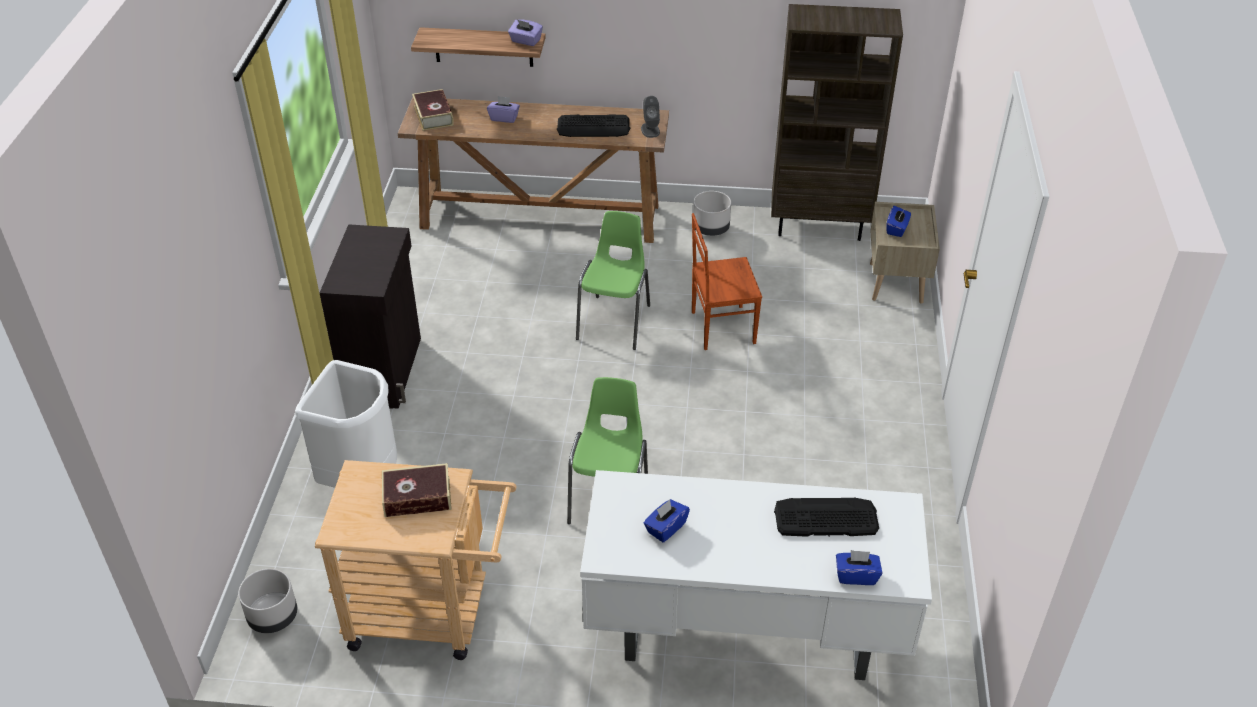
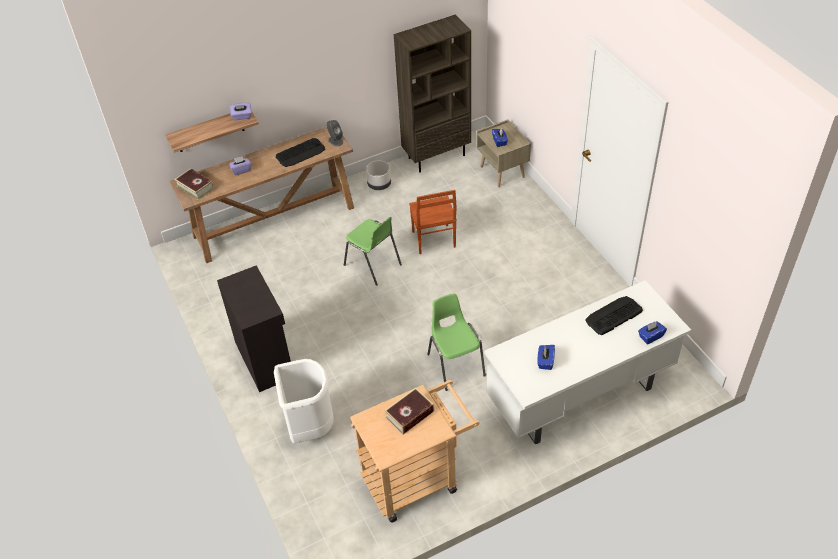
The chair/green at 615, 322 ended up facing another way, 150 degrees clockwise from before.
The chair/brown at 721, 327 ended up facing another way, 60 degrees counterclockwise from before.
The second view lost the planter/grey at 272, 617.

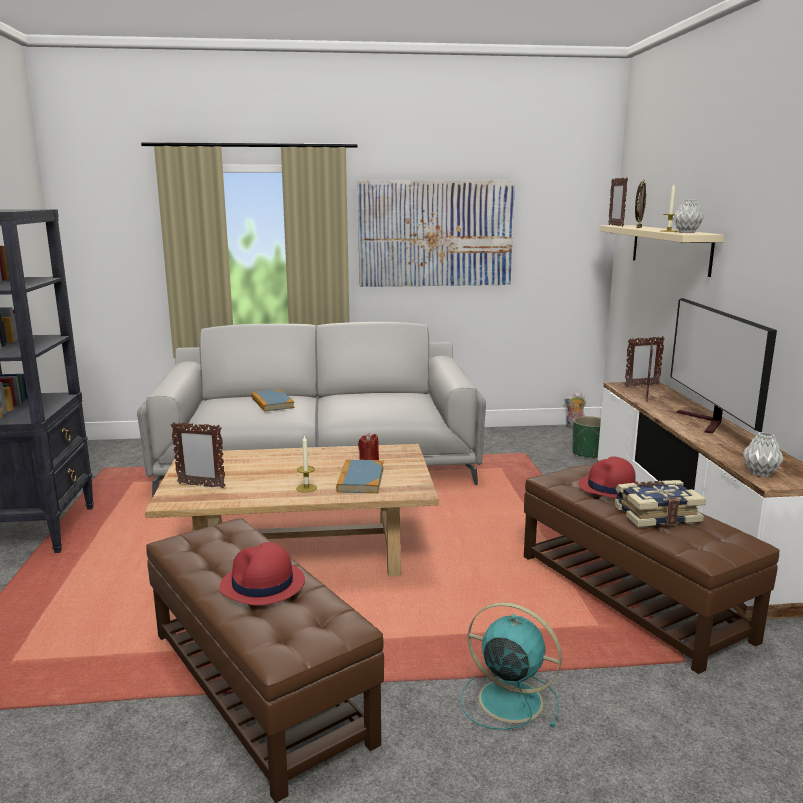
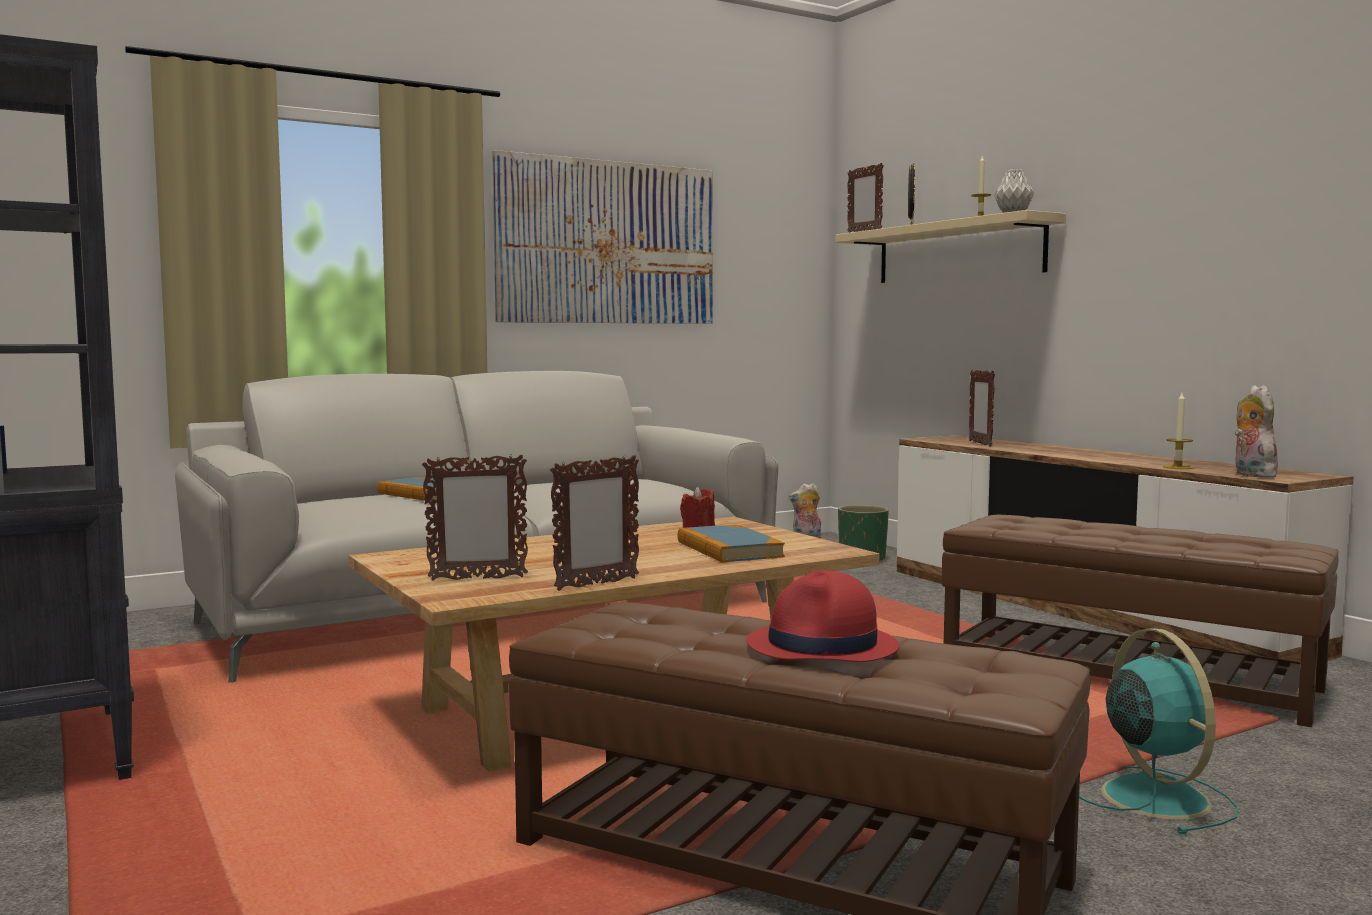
The second view lost the television at 707, 423.
The picture frame ended up elsewhere, having gone from 641, 385 to 596, 584.
Where the vase/grey stood at 760, 473, the plush toy came to stand at 1250, 475.
The candle ended up elsewhere, having gone from 306, 488 to 1178, 467.
The second view lost the hat/red at 611, 488.
The second view lost the book at 656, 514.
The fan/turquoise at 507, 699 ended up facing another way, 75 degrees clockwise from before.

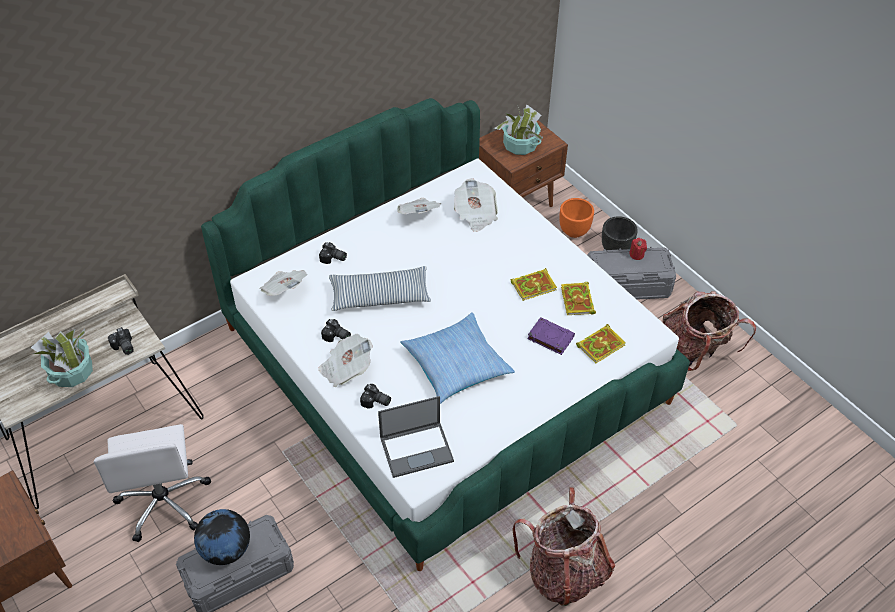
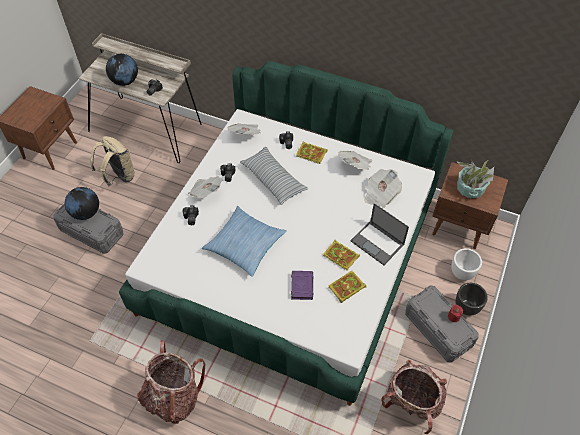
What was the planter/orange at 574, 231 turned into the planter/white at 462, 273.
The book ended up elsewhere, having gone from 601, 345 to 312, 154.
Where the potted plant stood at 72, 372, the globe came to stand at 125, 81.
The laptop ended up elsewhere, having gone from 417, 449 to 378, 243.
Where the office chair/white stood at 164, 501, the backpack/beige came to stand at 118, 177.

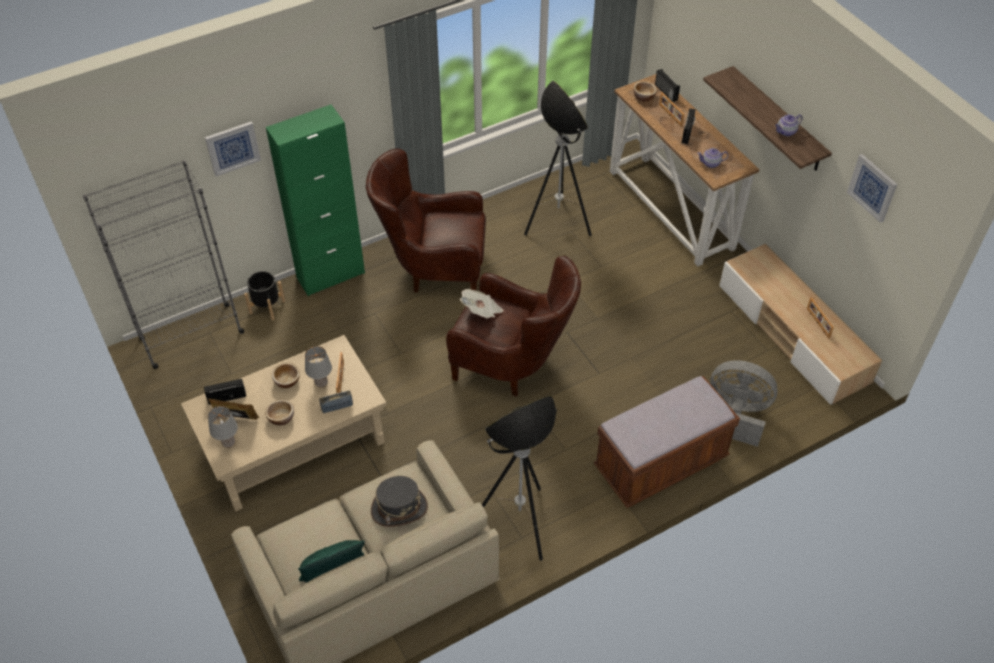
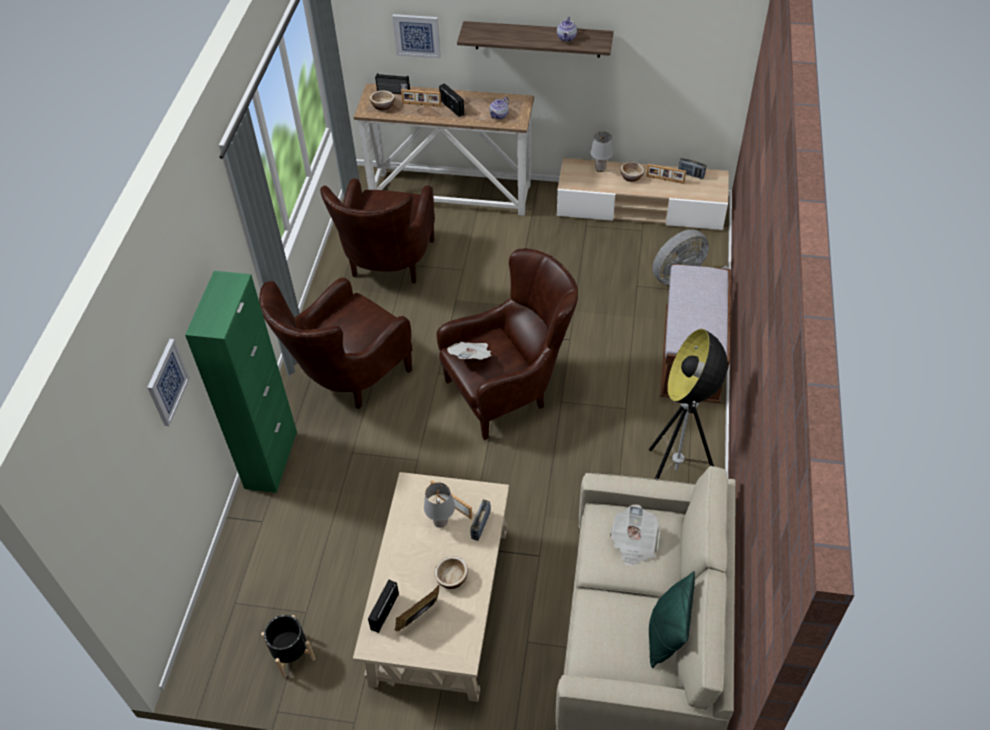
Where the floor lamp stood at 557, 223, the armchair/brown came to stand at 387, 268.
The picture ended up elsewhere, having gone from 872, 187 to 417, 35.
The second view lost the bookcase/grey at 191, 336.
The planter/black ended up elsewhere, having gone from 267, 307 to 292, 654.
The bowl ended up elsewhere, having gone from 287, 381 to 631, 177.
The table lamp/grey ended up elsewhere, having gone from 229, 443 to 600, 169.
Where the hat/grey stood at 399, 509, the newspaper came to stand at 634, 543.
The second view gained the radio at 691, 174.

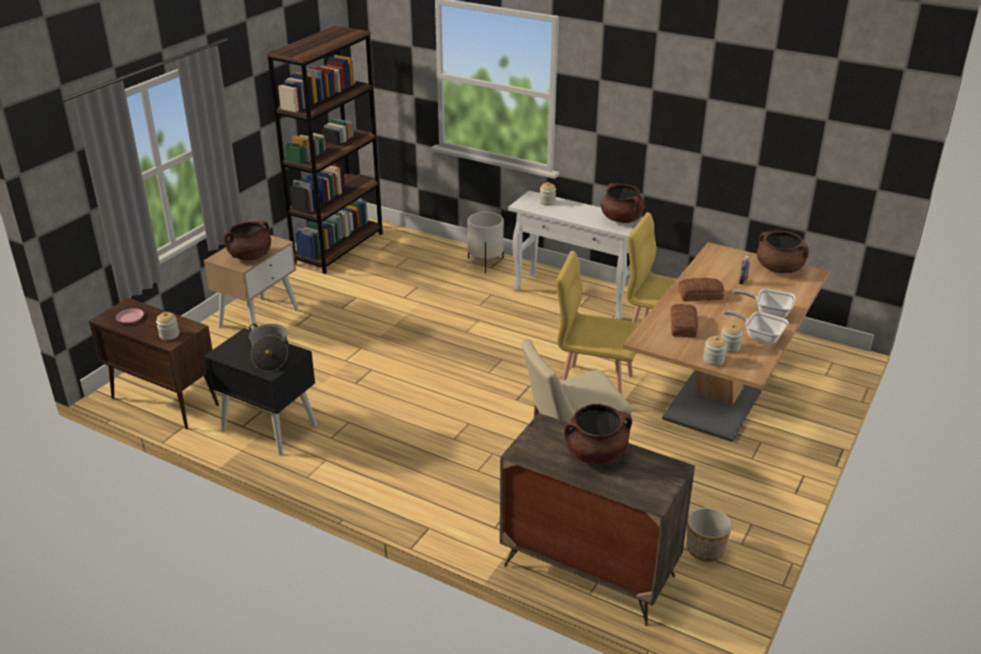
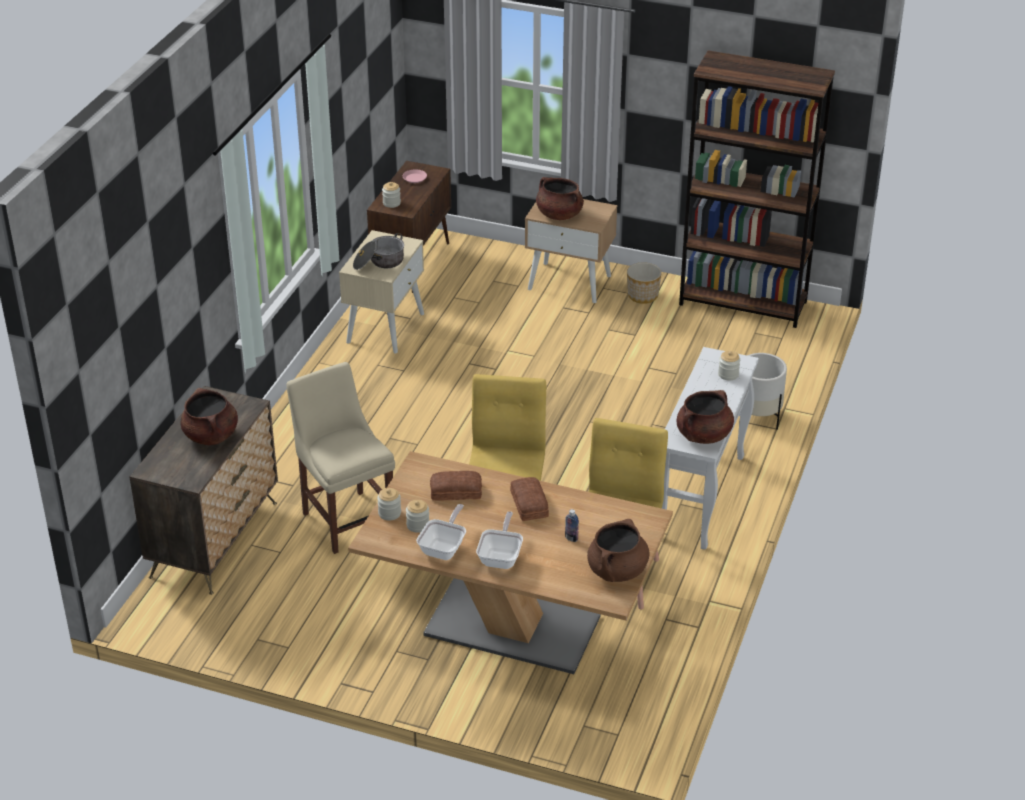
What was the nightstand/black at 268, 427 turned into the nightstand/beige at 385, 327.
The planter ended up elsewhere, having gone from 705, 549 to 642, 296.

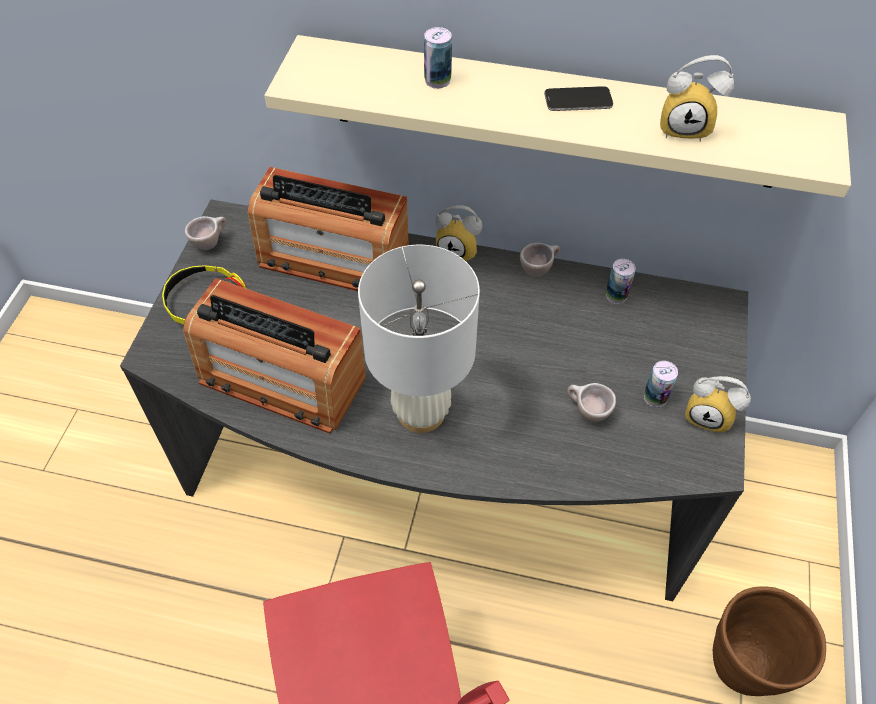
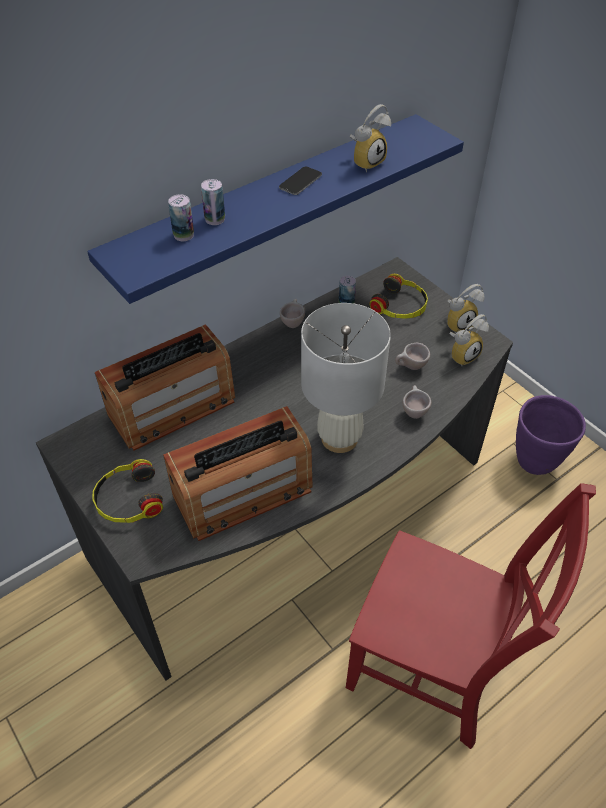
What was the shelf/beige at 554, 113 turned into the shelf/blue at 270, 206.
The alarm clock ended up elsewhere, having gone from 459, 250 to 462, 354.
The cup/beige ended up elsewhere, having gone from 210, 242 to 413, 411.
The can ended up elsewhere, having gone from 655, 397 to 183, 235.
What was the planter/brown at 743, 667 turned into the planter/purple at 536, 461.
The second view gained the headphones at 400, 306.

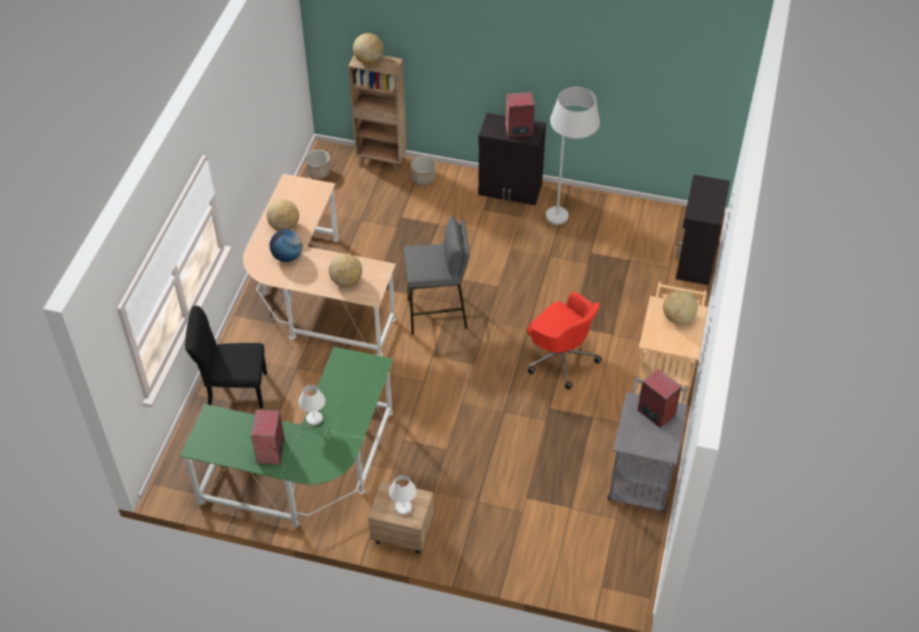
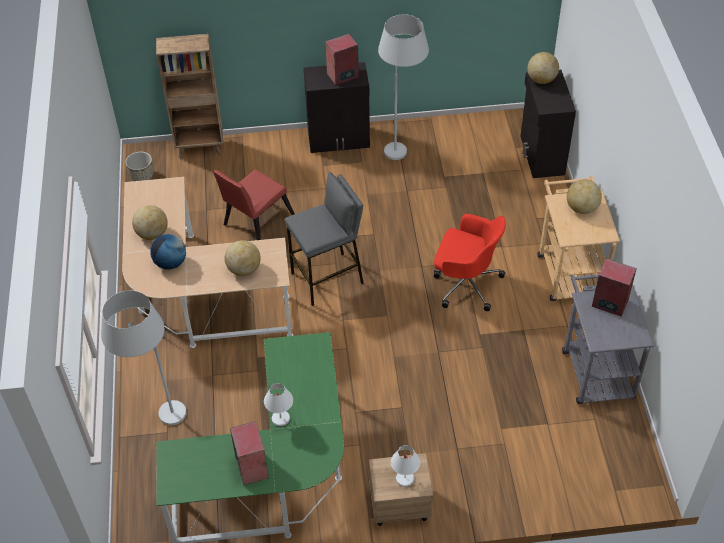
The globe ended up elsewhere, having gone from 369, 60 to 541, 80.
The second view lost the planter at 423, 180.
Where the chair/black stood at 234, 390, the floor lamp/white came to stand at 157, 418.
The second view gained the chair/red at 255, 222.

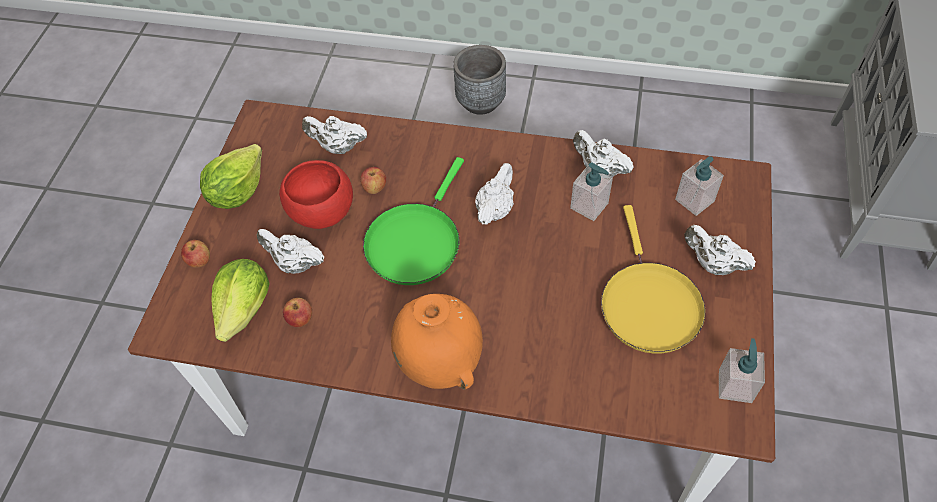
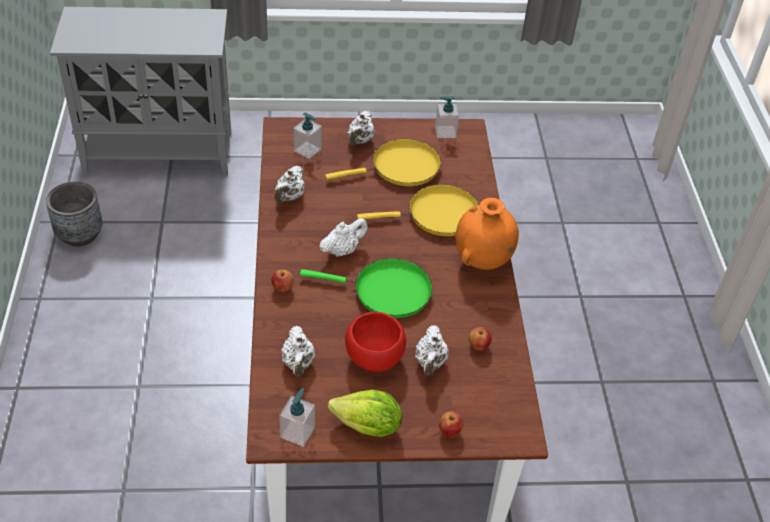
The planter/grey ended up elsewhere, having gone from 480, 102 to 80, 235.
The soap dispenser ended up elsewhere, having gone from 589, 206 to 297, 432.
The teapot/white at 495, 210 ended up facing another way, 135 degrees clockwise from before.
The apple ended up elsewhere, having gone from 374, 188 to 282, 288.
The second view lost the lettuce at 246, 309.
The second view gained the frying pan/yellow at 438, 215.

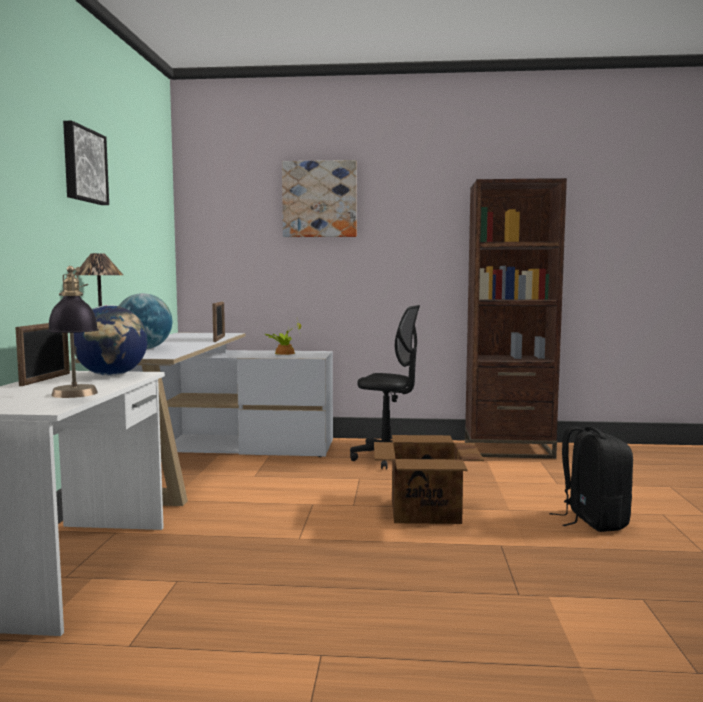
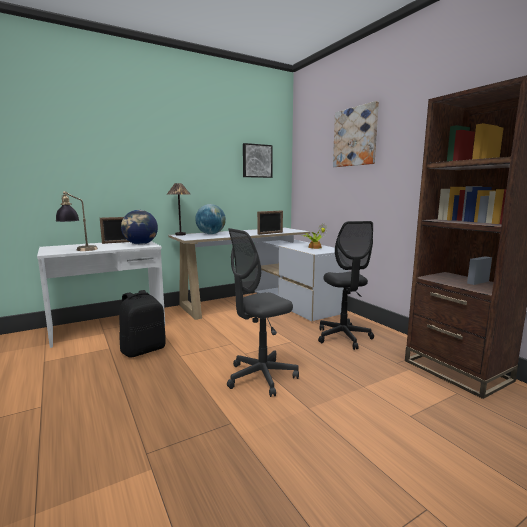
The picture ended up elsewhere, having gone from 83, 165 to 257, 161.
The backpack/black ended up elsewhere, having gone from 592, 521 to 143, 350.
Where the cardboard box stood at 424, 511, the office chair/grey came to stand at 261, 377.

